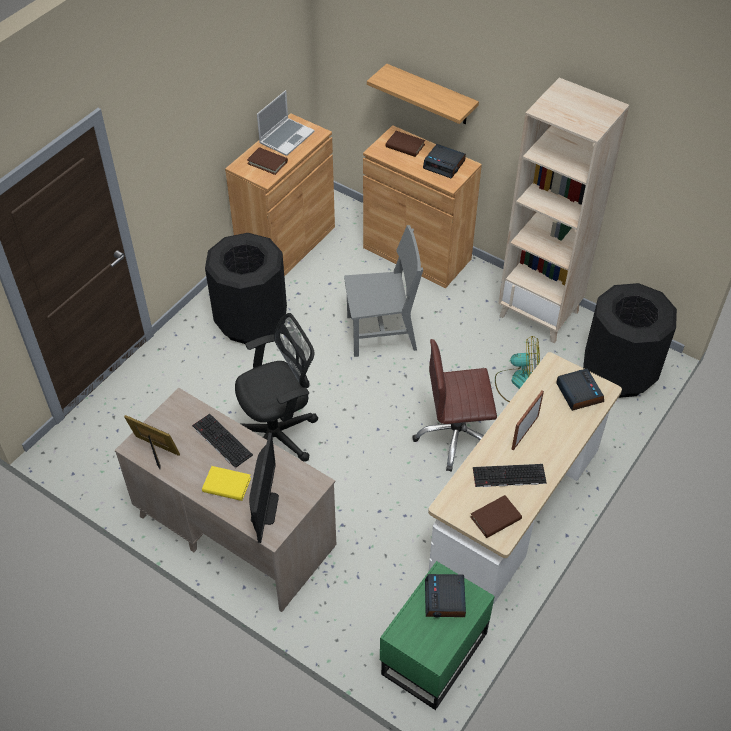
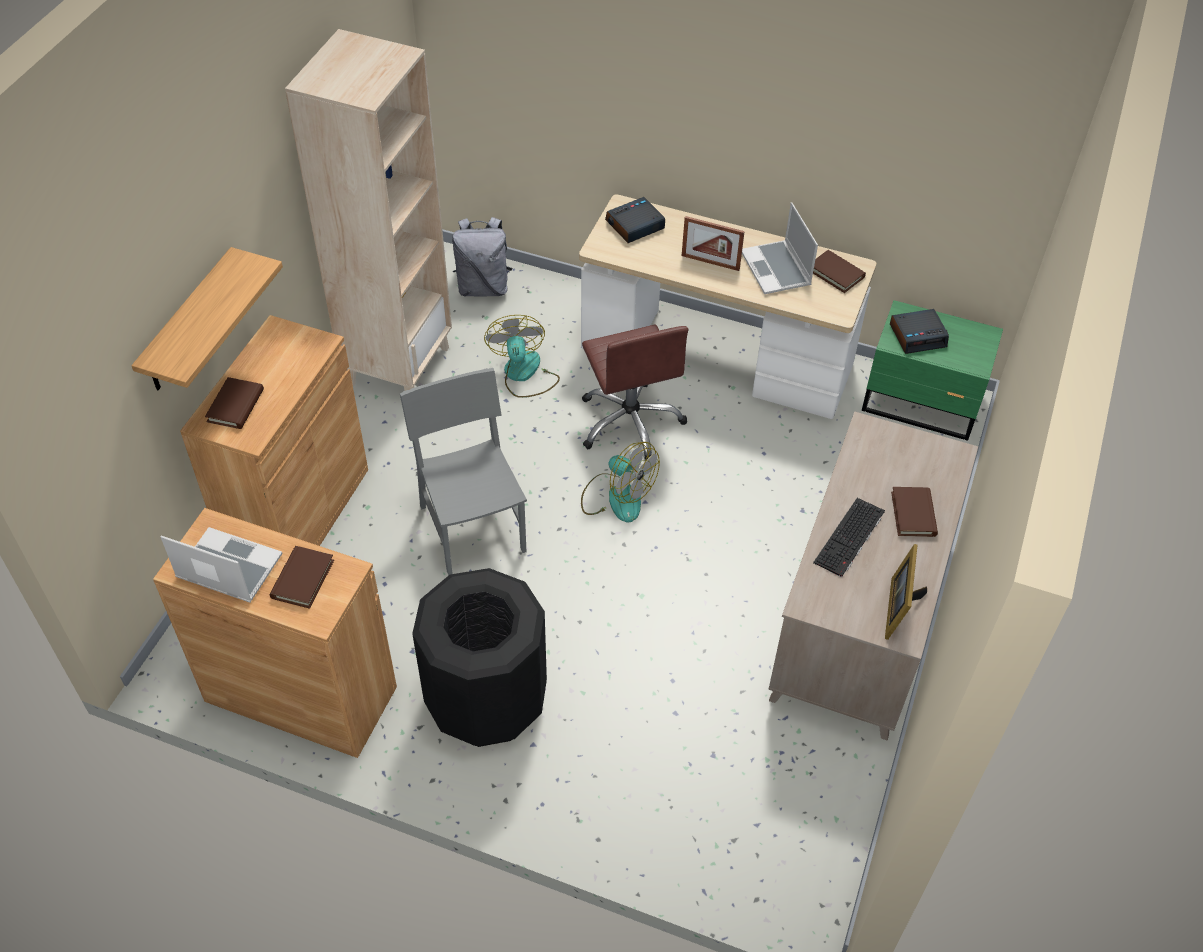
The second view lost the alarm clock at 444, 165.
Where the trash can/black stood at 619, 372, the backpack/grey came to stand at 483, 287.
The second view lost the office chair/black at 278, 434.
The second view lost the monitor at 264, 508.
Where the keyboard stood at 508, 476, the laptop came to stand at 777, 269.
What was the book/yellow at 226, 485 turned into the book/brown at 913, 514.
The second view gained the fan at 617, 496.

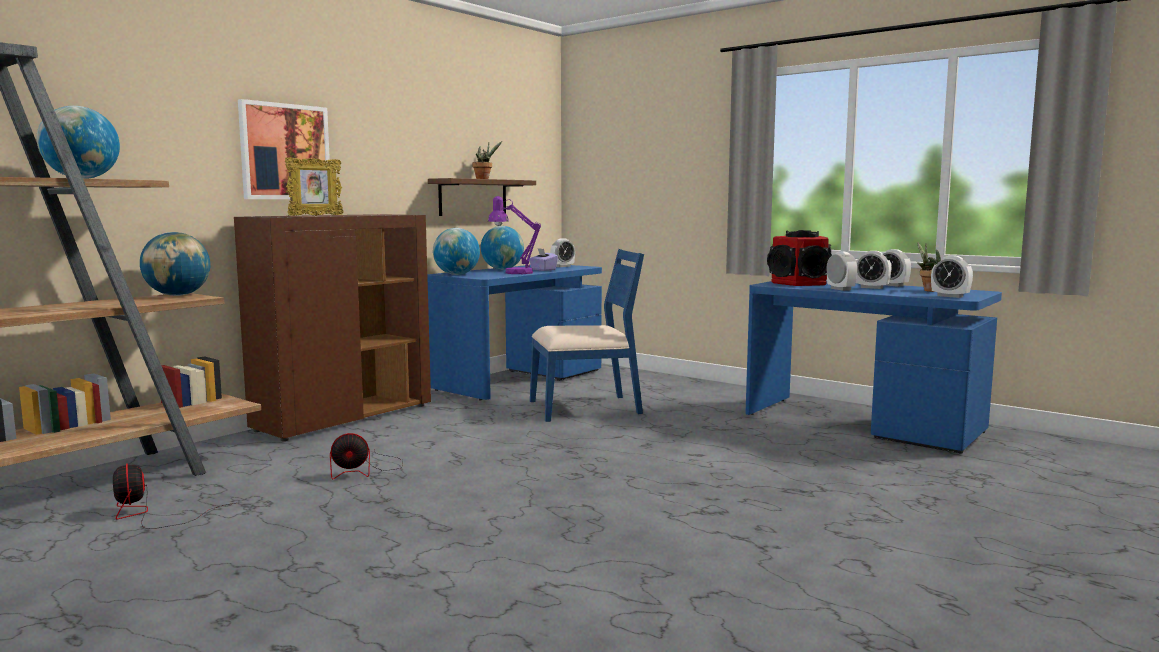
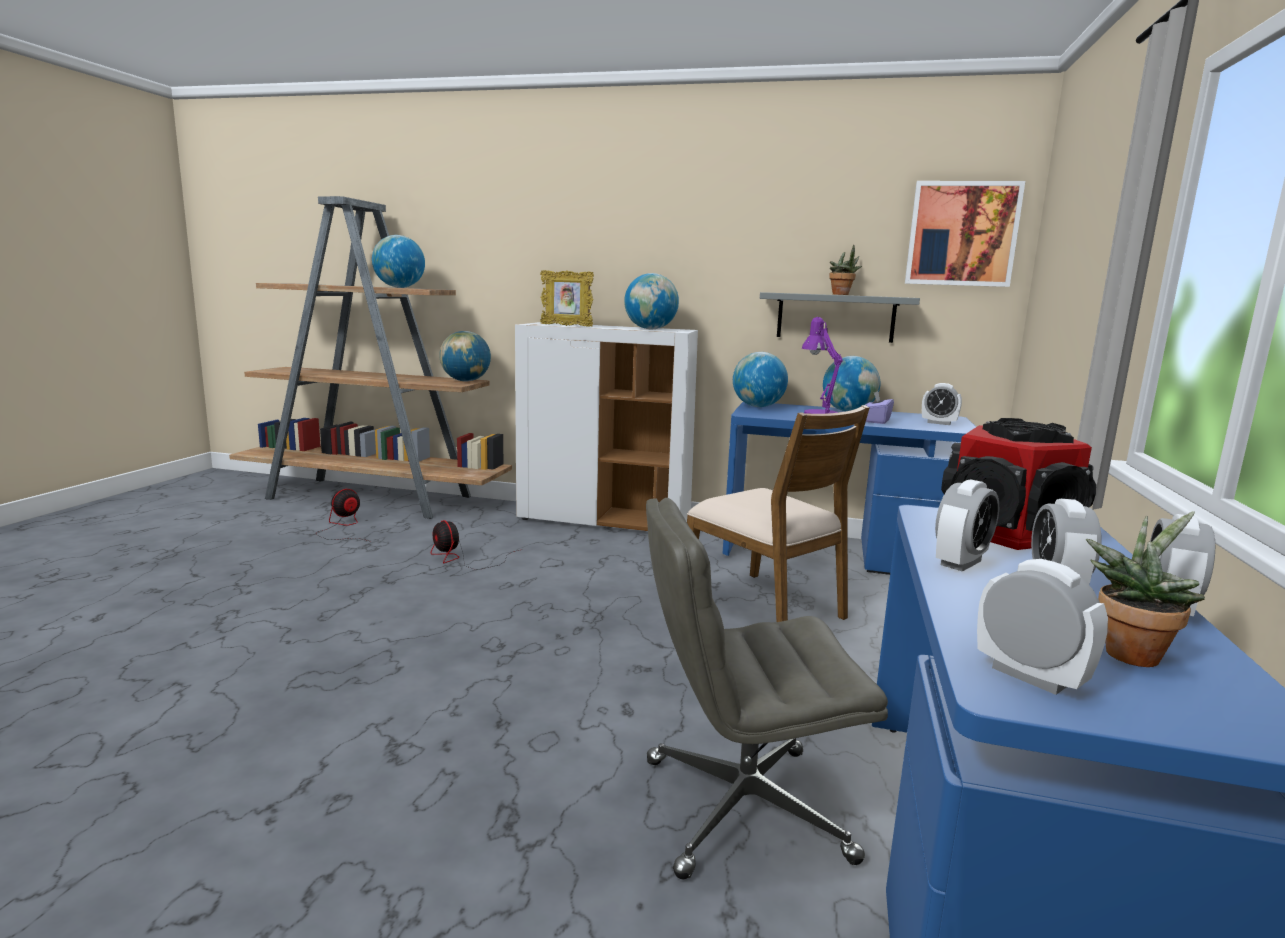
The picture ended up elsewhere, having gone from 285, 152 to 962, 234.
What was the shelf/brown at 473, 197 turned into the shelf/grey at 835, 317.
What was the cabinet/brown at 344, 417 turned into the cabinet/white at 605, 521.
What was the chair/blue at 586, 407 turned into the chair/brown at 765, 607.
The alarm clock at 950, 296 ended up facing another way, 120 degrees clockwise from before.
The second view gained the globe at 650, 329.
The second view gained the office chair/grey at 741, 809.

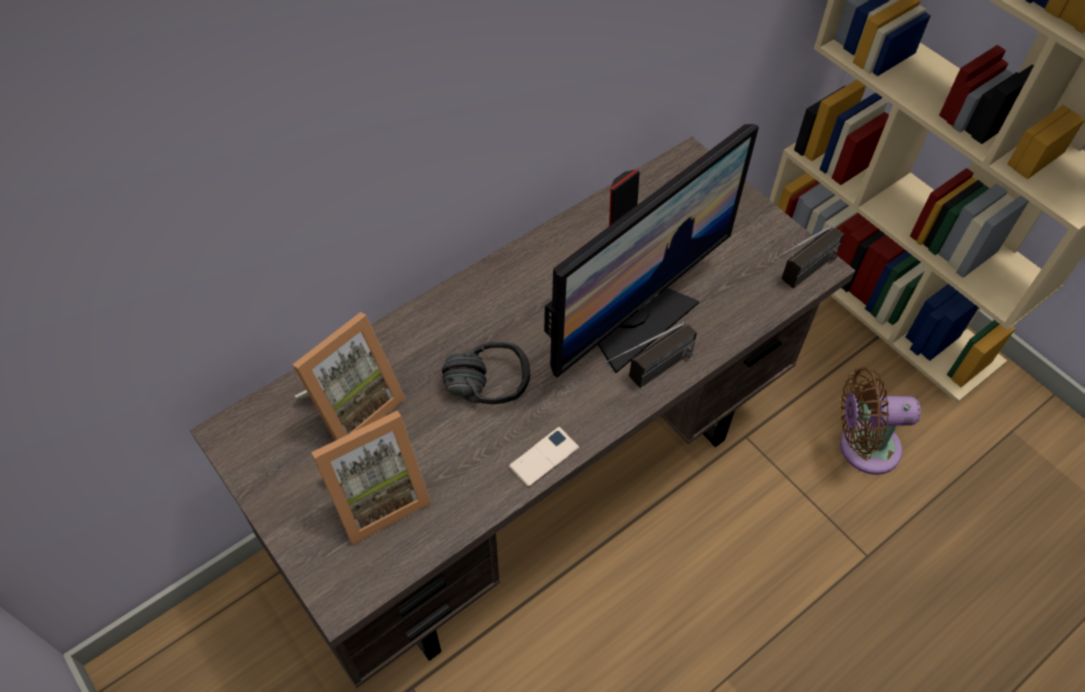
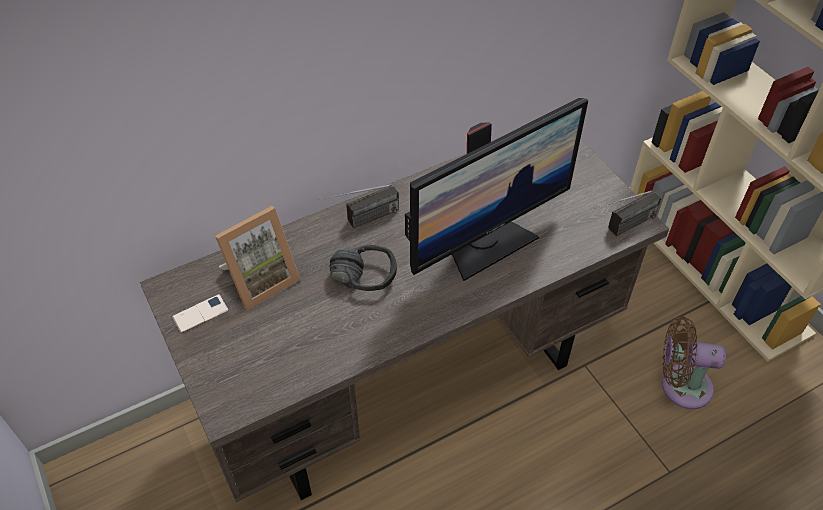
The radio ended up elsewhere, having gone from 647, 375 to 361, 221.
The second view lost the picture frame at 376, 496.
The phone ended up elsewhere, having gone from 544, 457 to 200, 314.

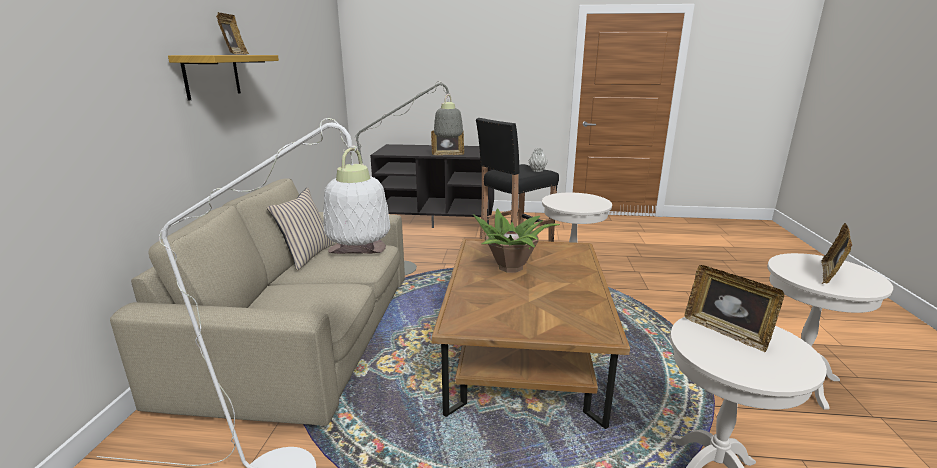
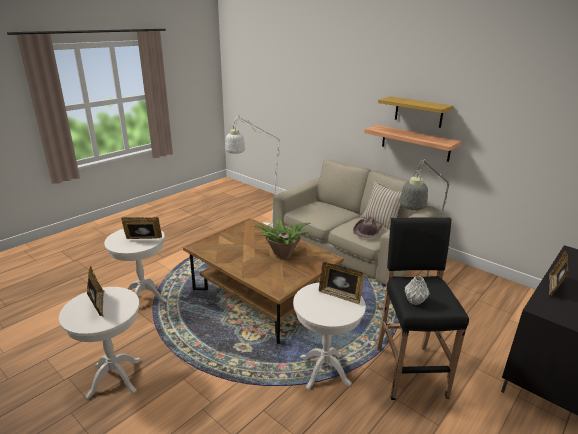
The picture frame ended up elsewhere, having gone from 235, 54 to 340, 296.
The second view gained the shelf at 415, 143.

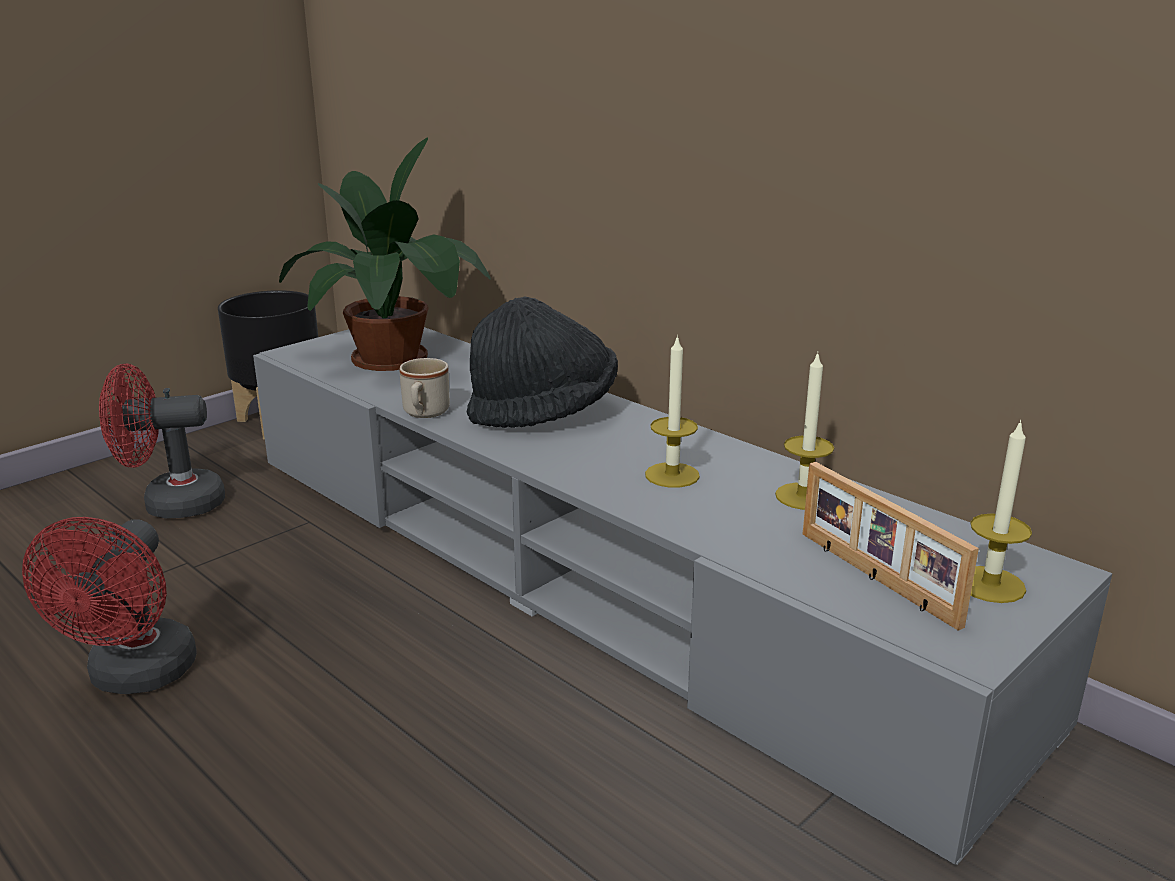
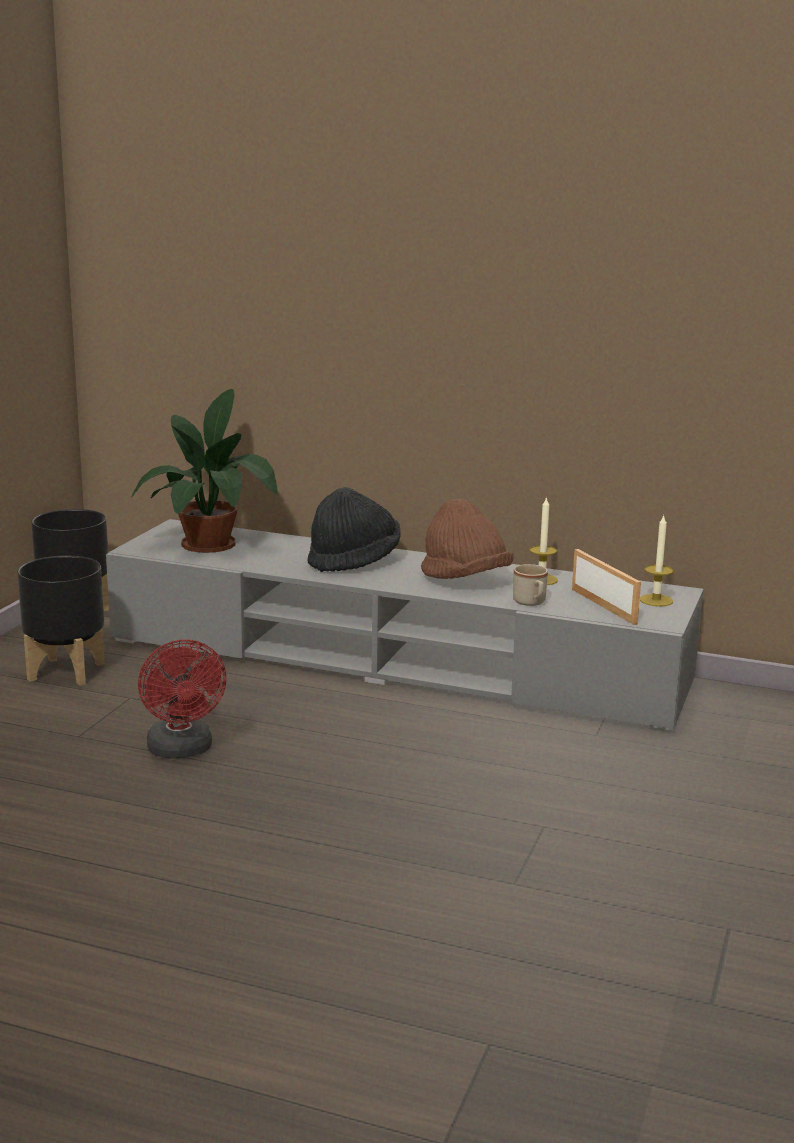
Where the candle stood at 672, 475, the hat/brown came to stand at 464, 580.
The mug/beige ended up elsewhere, having gone from 424, 413 to 531, 603.
Where the fan/red stood at 171, 504, the planter/black came to stand at 67, 671.
The picture frame at 874, 578 ended up facing another way, 150 degrees counterclockwise from before.

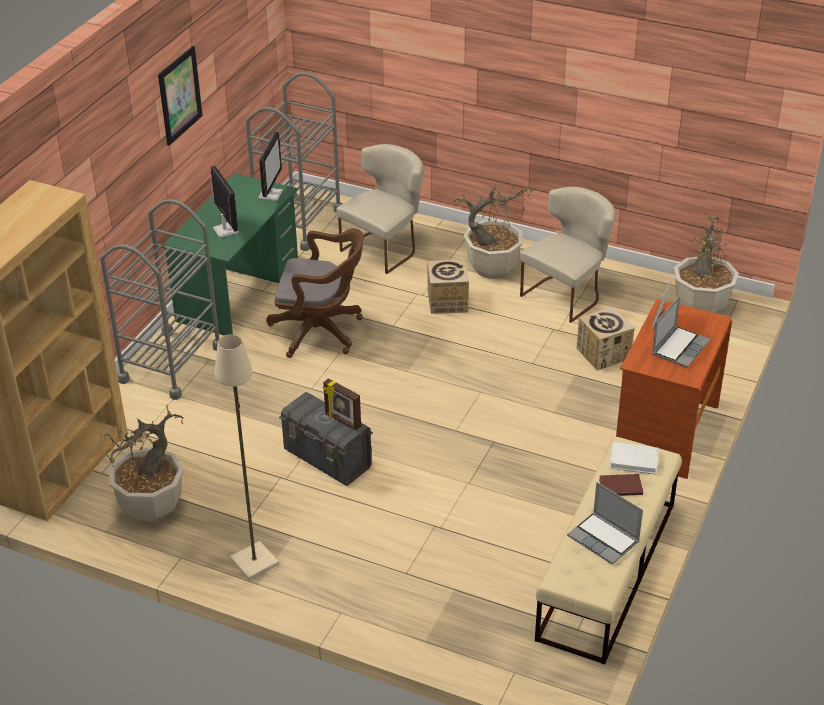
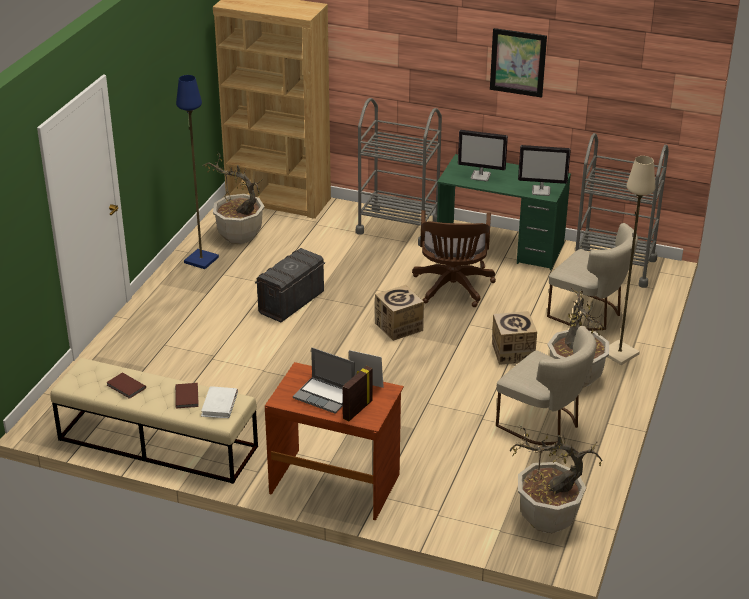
The monitor at 225, 230 ended up facing another way, 45 degrees clockwise from before.
The cardboard box ended up elsewhere, having gone from 603, 353 to 399, 327.
The floor lamp/beige ended up elsewhere, having gone from 255, 562 to 619, 354.
The picture frame ended up elsewhere, having gone from 342, 421 to 357, 410.
Where the laptop stood at 604, 539, the book/brown came to stand at 126, 387.
The second view gained the floor lamp/blue at 201, 260.

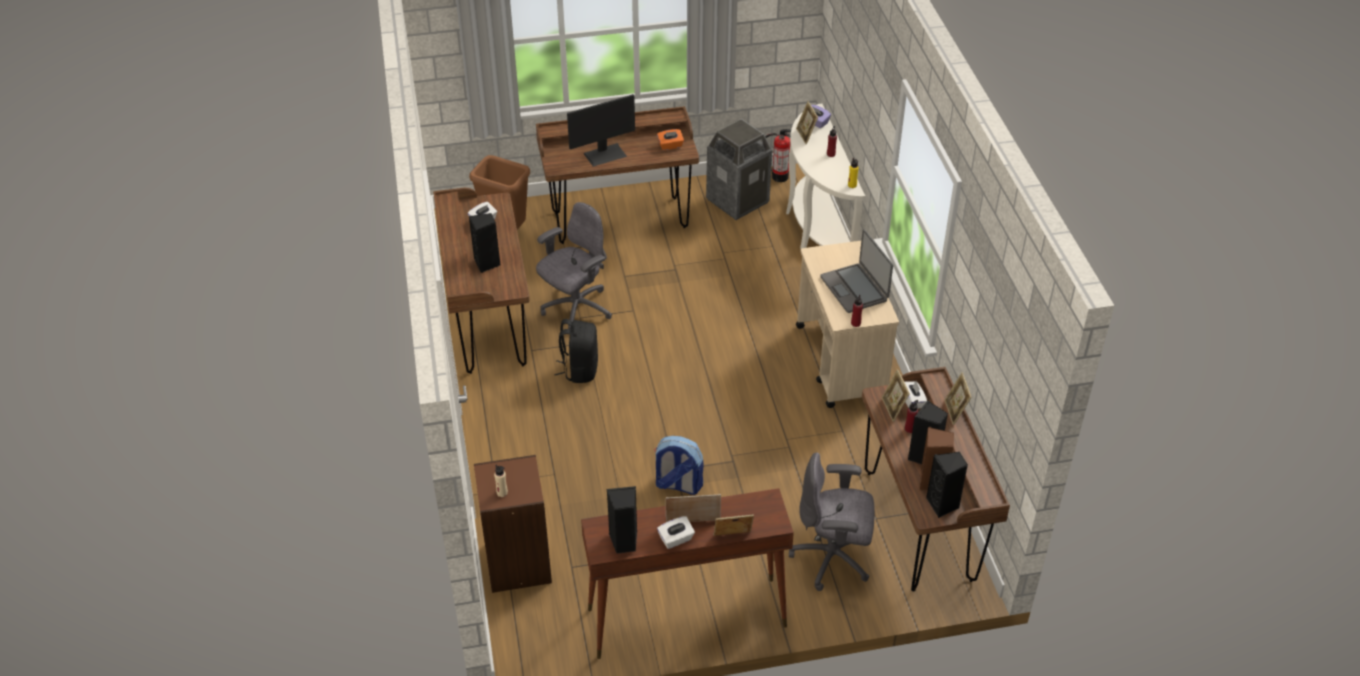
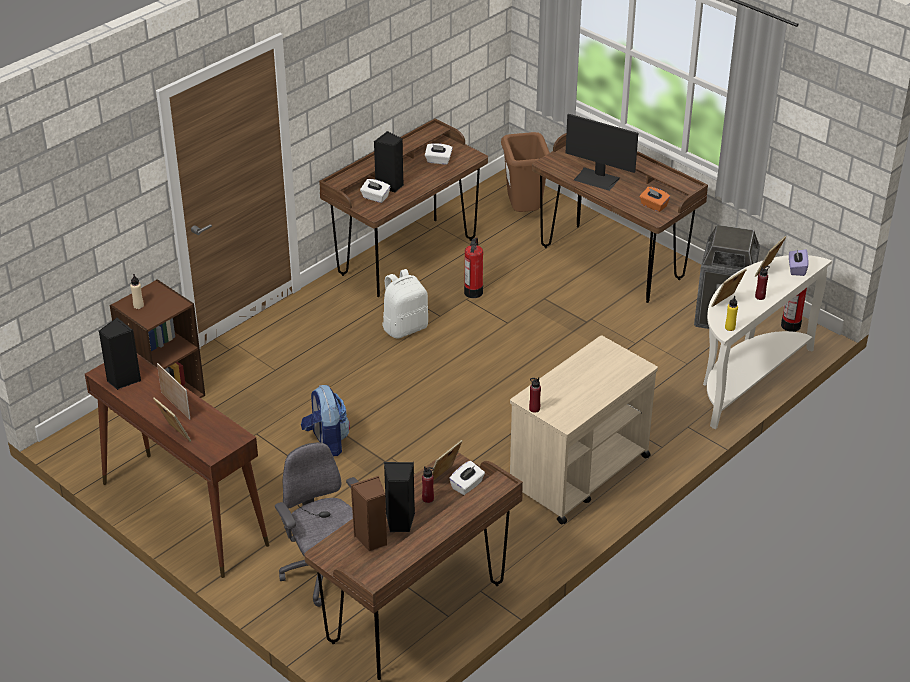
Where the office chair/grey stood at 576, 309, the fire extinguisher came to stand at 473, 292.
The second view lost the laptop at 854, 289.
What was the backpack/black at 579, 369 turned into the backpack/white at 405, 327.
The picture frame ended up elsewhere, having gone from 955, 412 to 726, 302.
The second view lost the speaker/black at 943, 505.
The tissue box/white ended up elsewhere, having gone from 676, 539 to 375, 197.

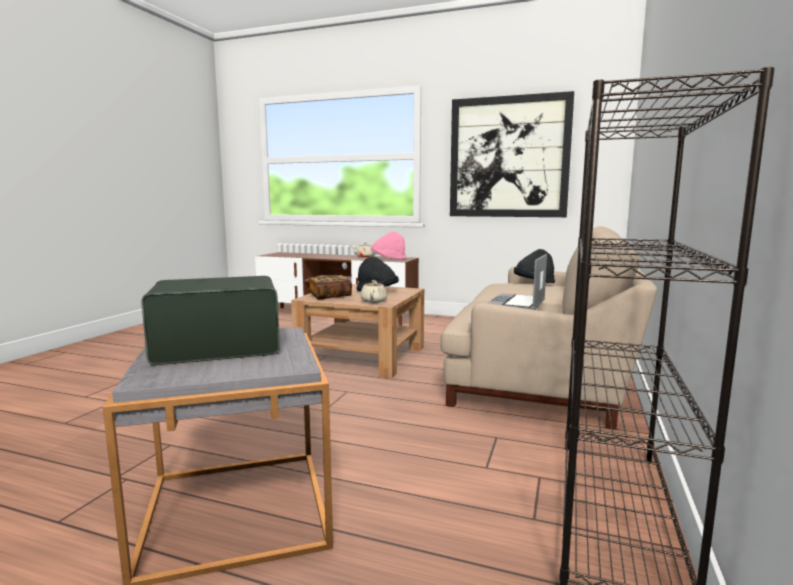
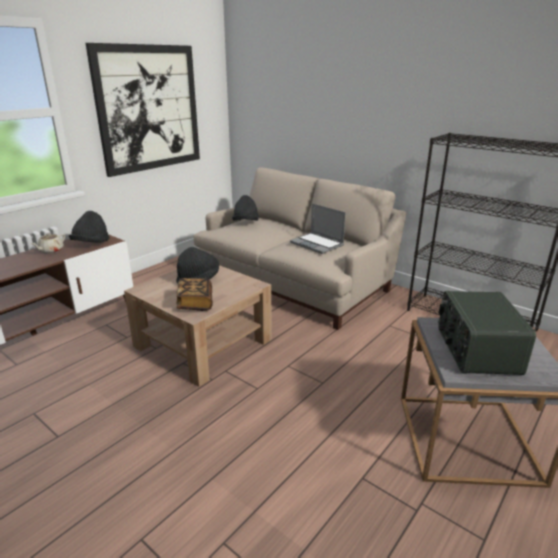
What was the hat/pink at 388, 259 turned into the hat/black at 91, 243.
The second view lost the teapot/beige at 373, 301.

